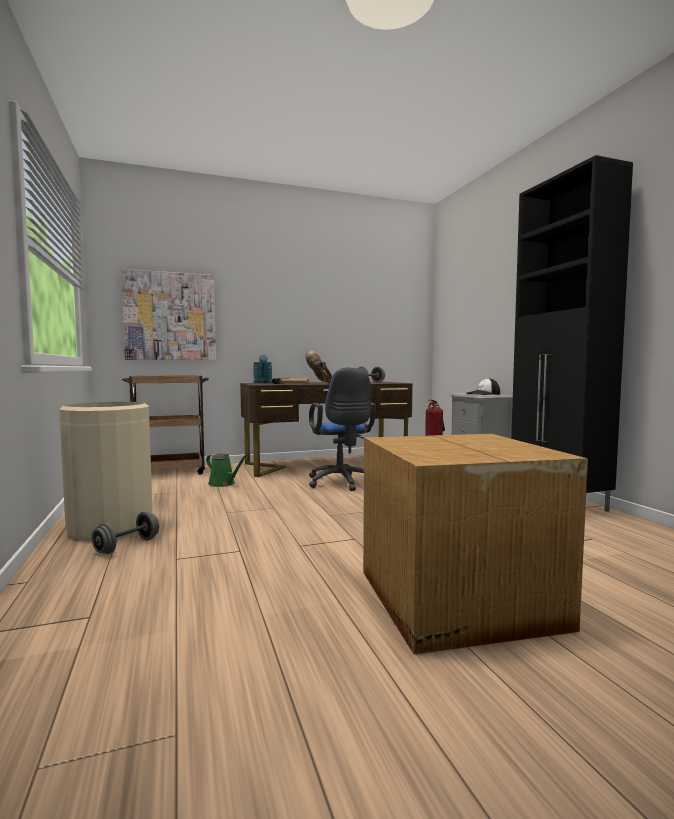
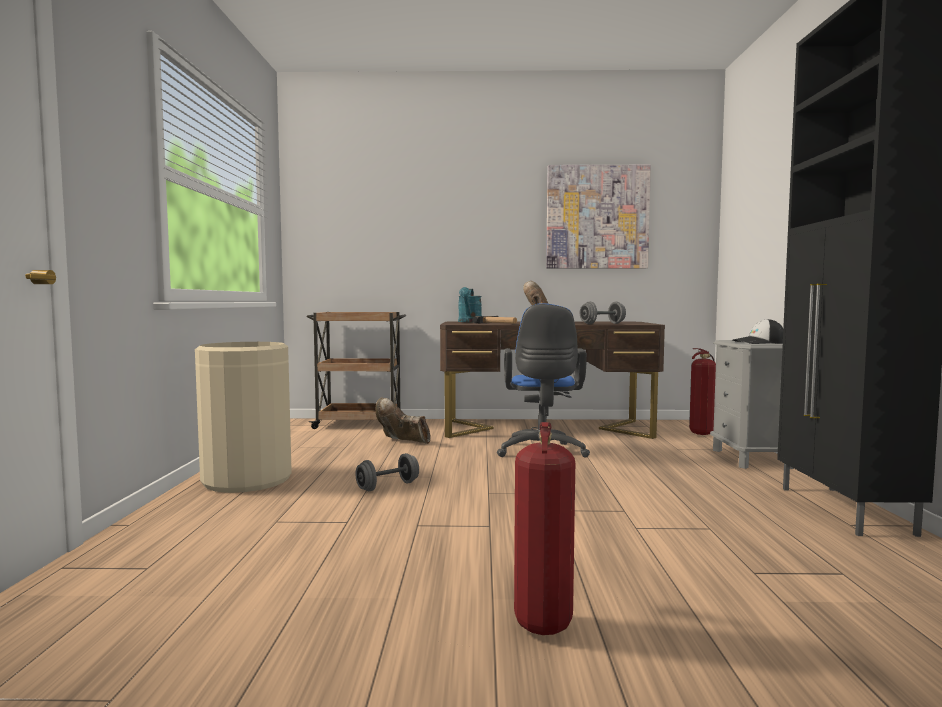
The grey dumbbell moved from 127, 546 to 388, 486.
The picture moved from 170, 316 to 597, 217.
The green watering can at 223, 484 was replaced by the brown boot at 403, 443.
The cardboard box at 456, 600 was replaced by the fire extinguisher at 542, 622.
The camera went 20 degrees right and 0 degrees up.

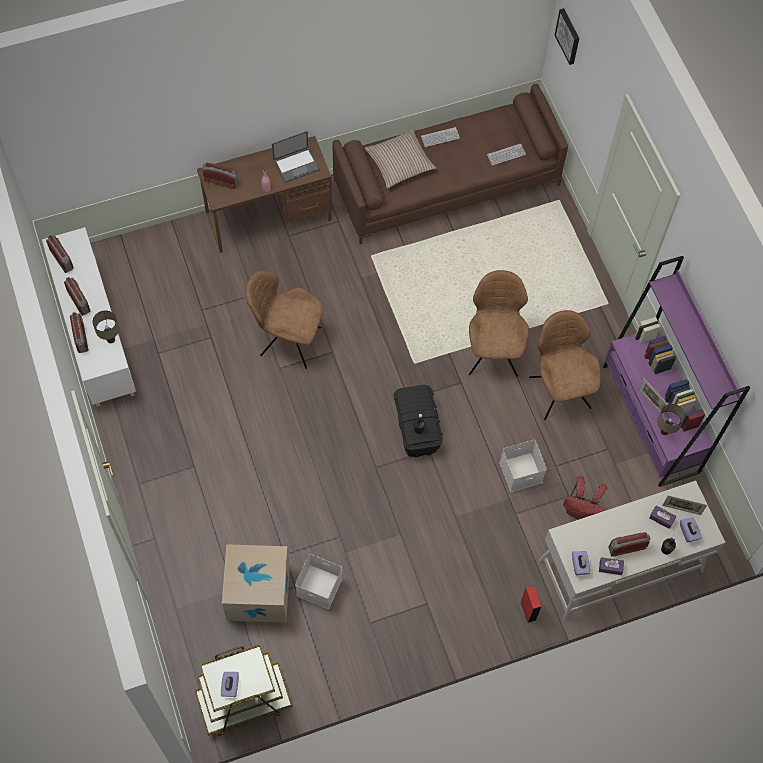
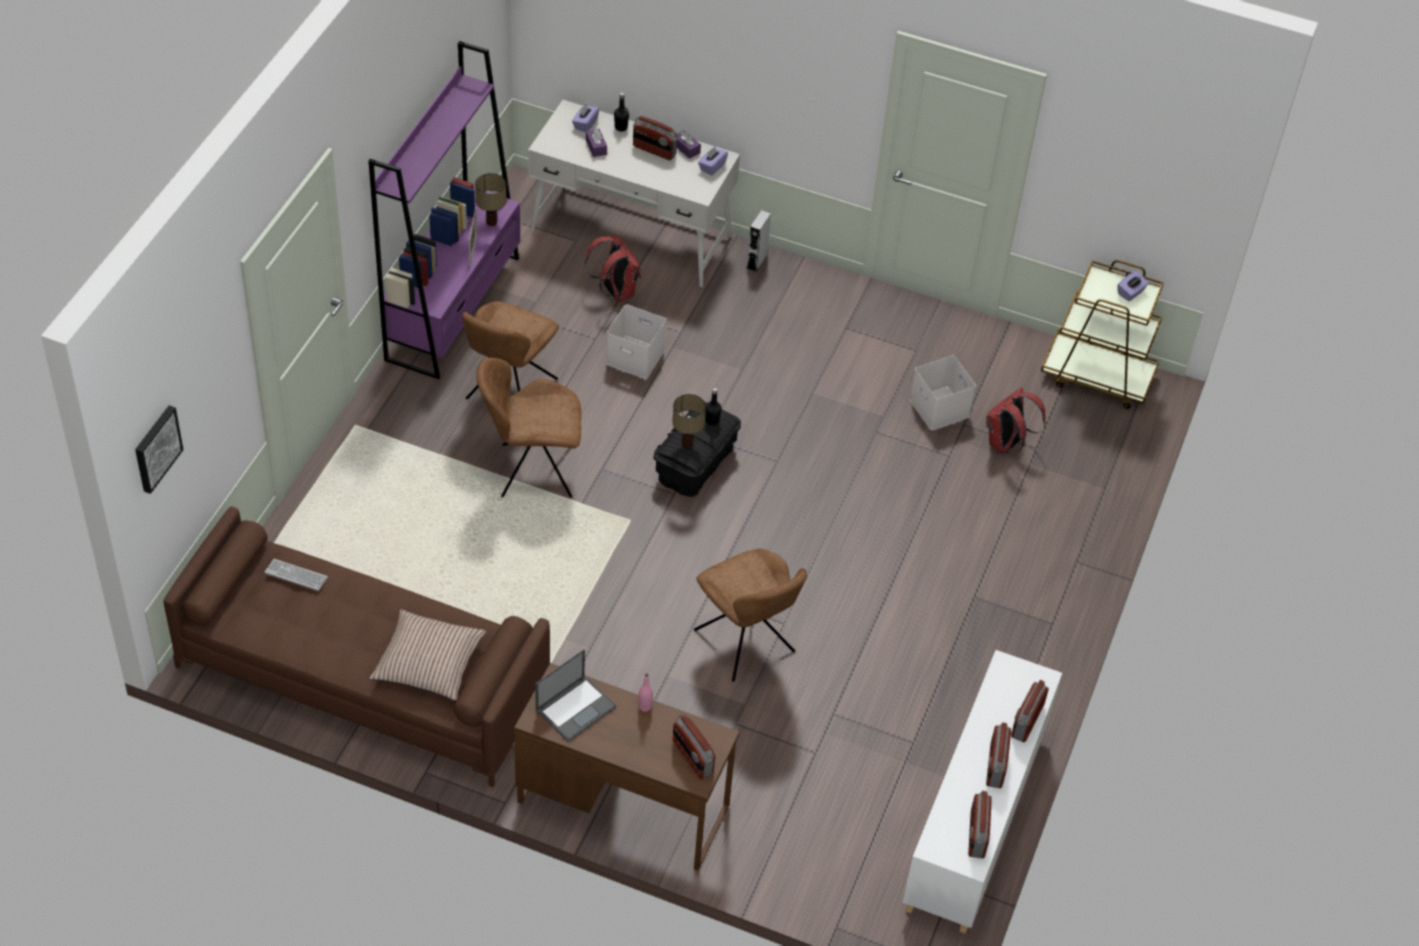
The keyboard at 440, 137 disappeared.
The picture frame at 681, 510 disappeared.
The table lamp moved from 110, 339 to 686, 443.
The cardboard box at 258, 592 was replaced by the red backpack at 1006, 444.
The red speaker at 528, 611 became the grey speaker at 756, 261.
The laptop at 296, 164 turned 120 degrees clockwise.
The brown chair at 493, 351 turned 45 degrees clockwise.
The camera went 140 degrees left and 15 degrees down.

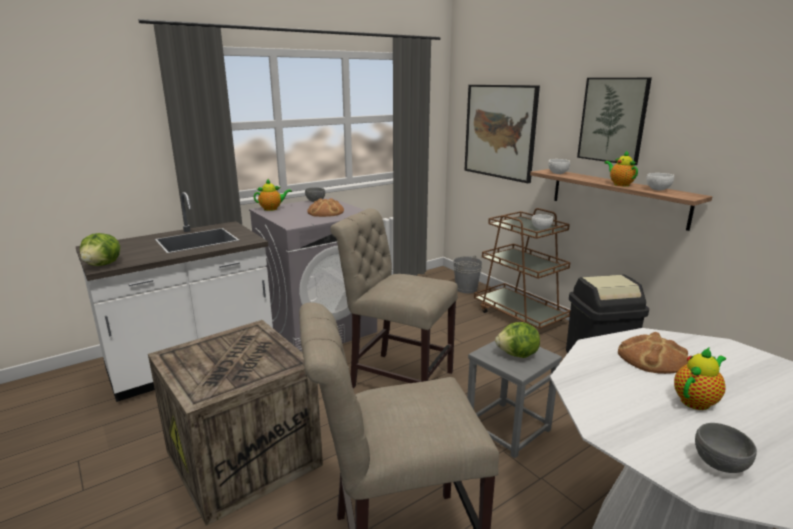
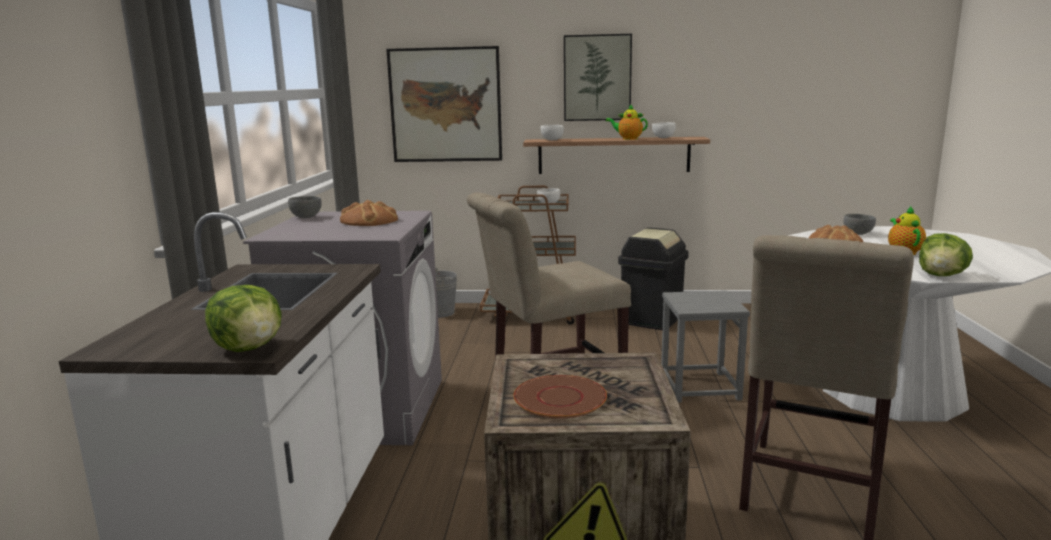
The teapot at 272, 209 disappeared.
The brown plate at 560, 398 appeared.
The lettuce moved from 517, 355 to 941, 276.
The grey bowl moved from 719, 464 to 857, 234.
The camera went 50 degrees left and 5 degrees down.

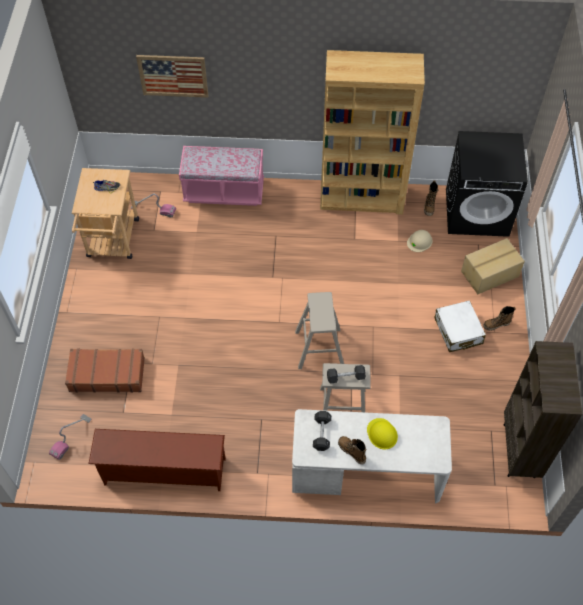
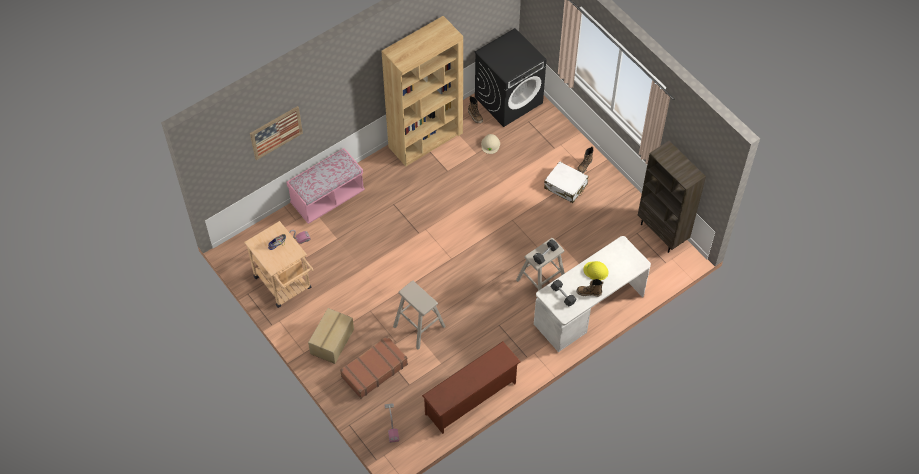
The beige stool moved from 319, 348 to 419, 326.
The cardboard box moved from 490, 274 to 332, 341.
The camera went 40 degrees left and 0 degrees up.

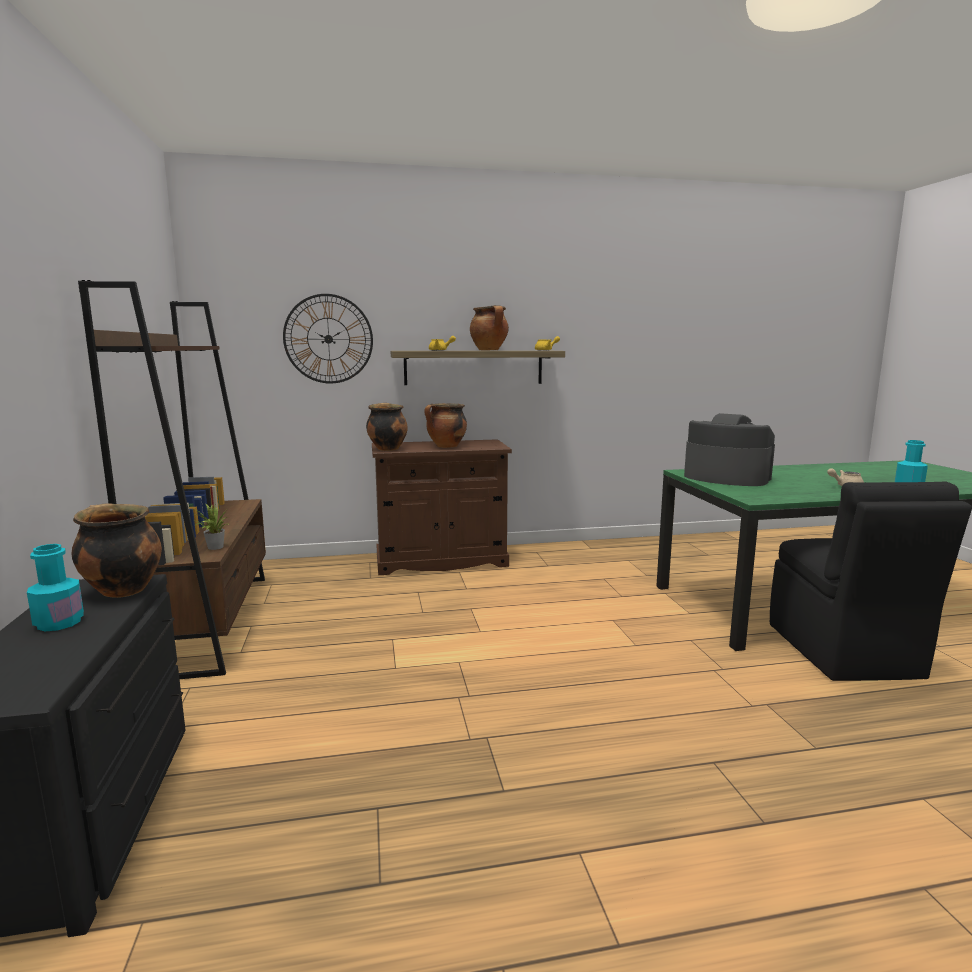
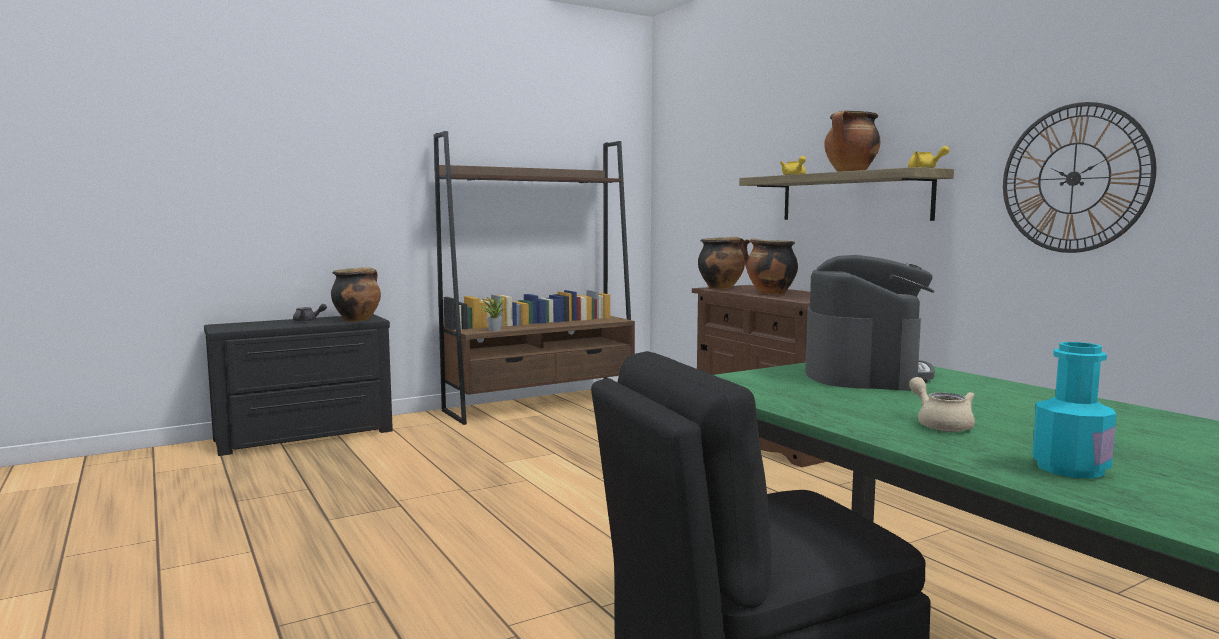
The wall clock moved from 328, 339 to 1073, 178.
The turquoise bottle at 59, 623 was replaced by the grey teapot at 308, 321.
The camera went 70 degrees right and 5 degrees down.

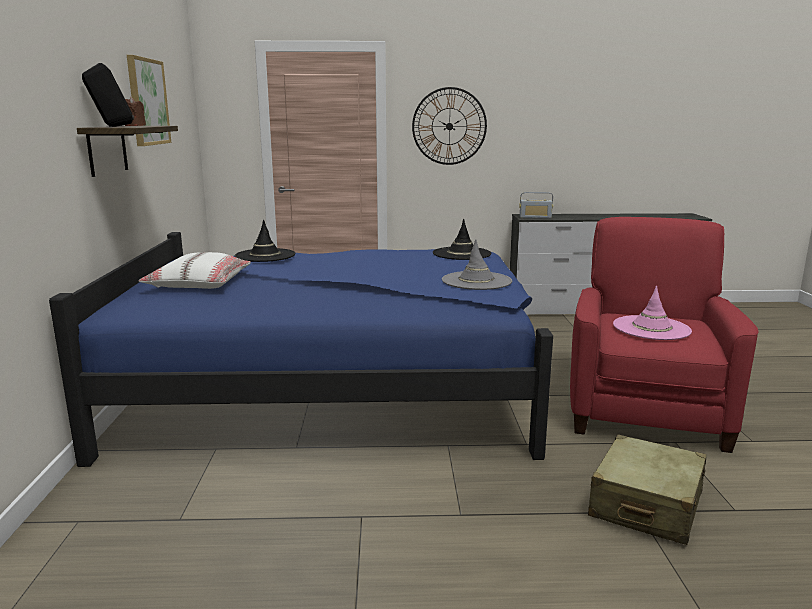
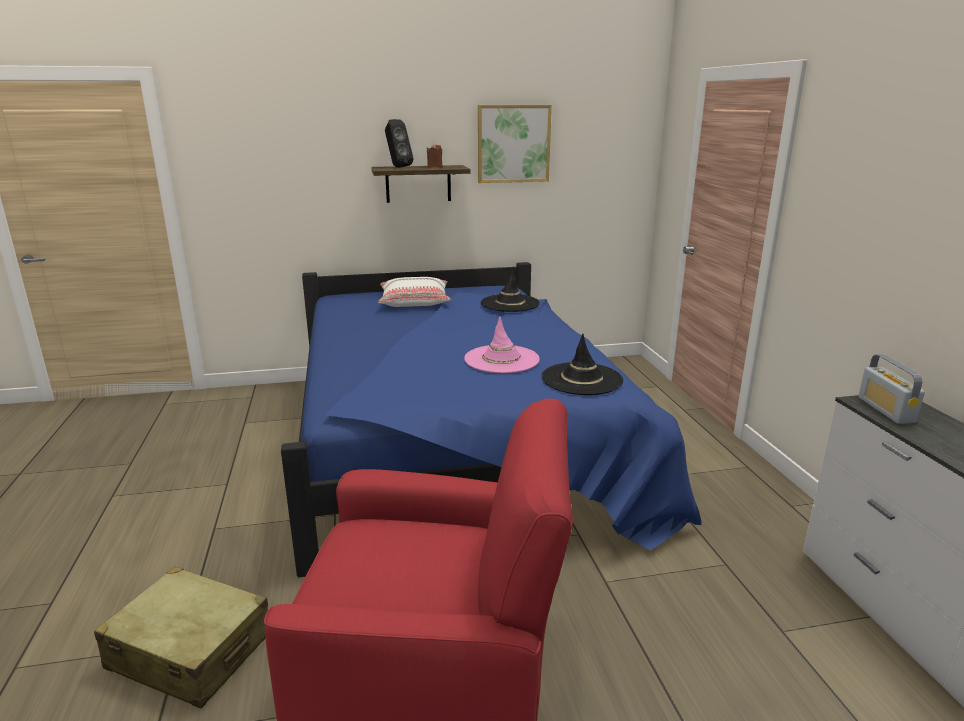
The wall clock at 449, 126 disappeared.
The grey hat at 476, 281 disappeared.
The pink hat moved from 651, 328 to 501, 359.
The camera went 80 degrees right and 5 degrees up.

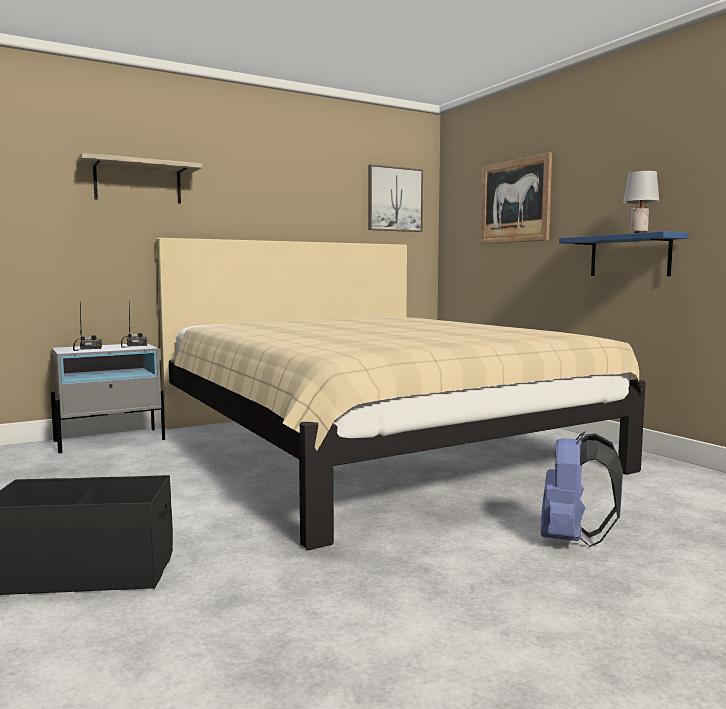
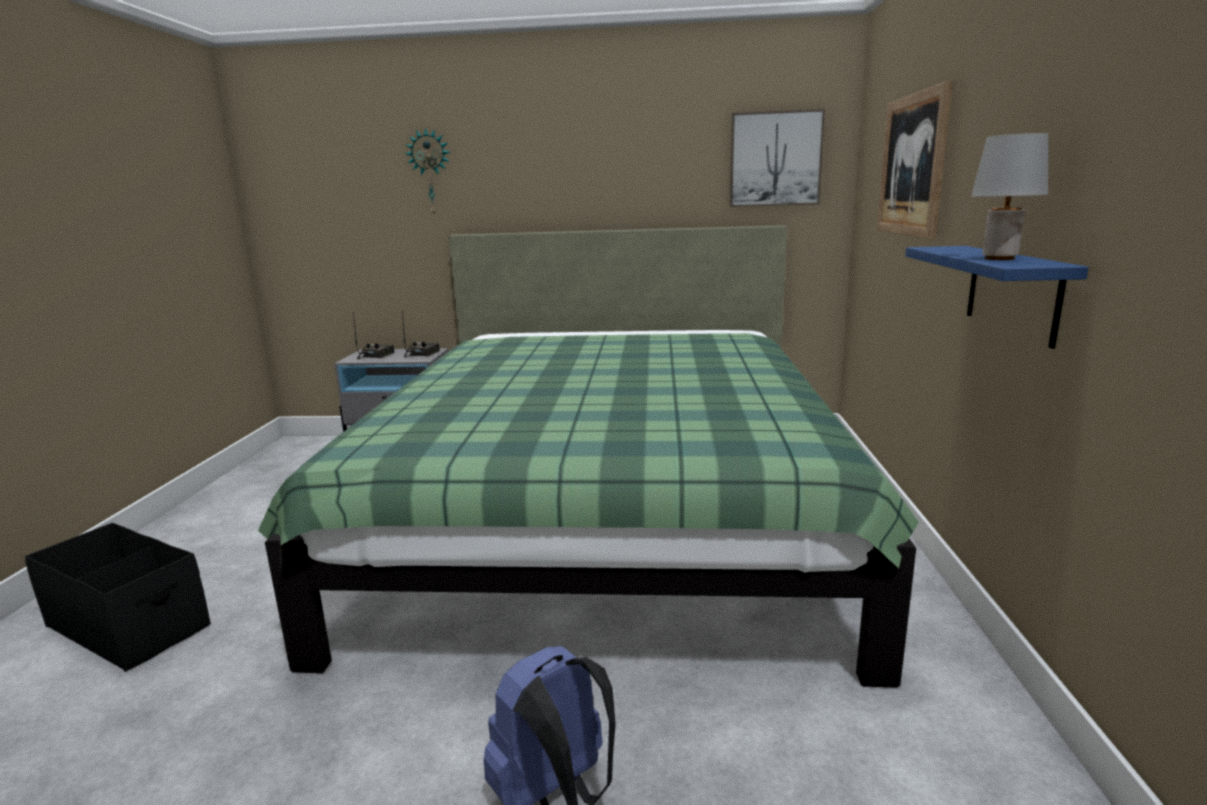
The shelf at 138, 182 was replaced by the wall clock at 430, 172.
The beige bed at 372, 447 became the green bed at 605, 518.
The camera went 35 degrees right and 10 degrees up.

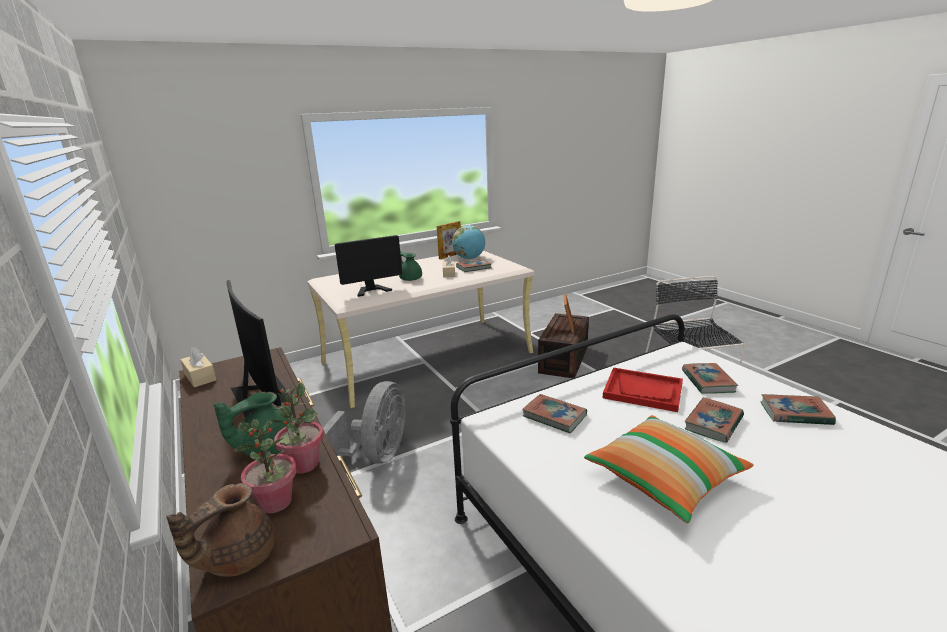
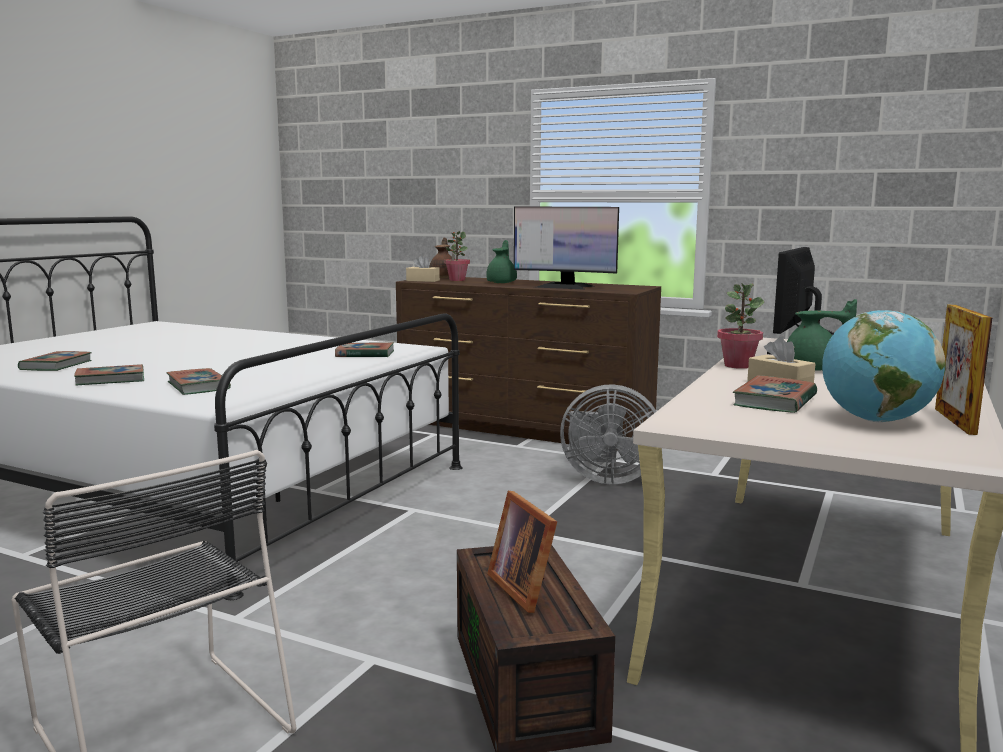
The pillow at 664, 479 disappeared.
The red tray at 643, 391 disappeared.
The beige tissue box moved from 200, 377 to 423, 280.
The potted plant moved from 304, 464 to 738, 366.
The book moved from 713, 423 to 56, 365.
The grey fan at 377, 455 turned 60 degrees counterclockwise.
The camera went 145 degrees right and 10 degrees down.

